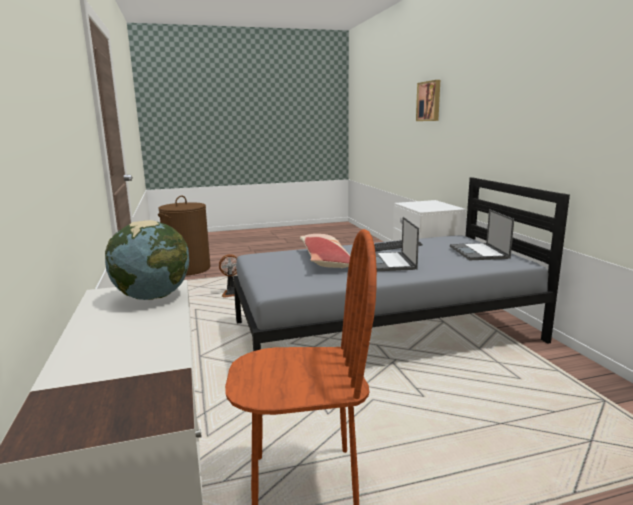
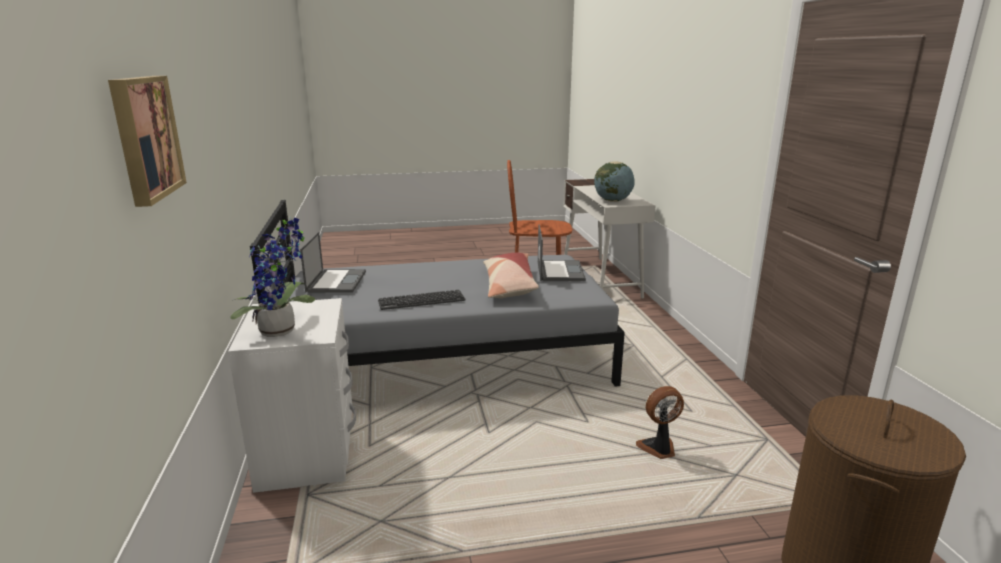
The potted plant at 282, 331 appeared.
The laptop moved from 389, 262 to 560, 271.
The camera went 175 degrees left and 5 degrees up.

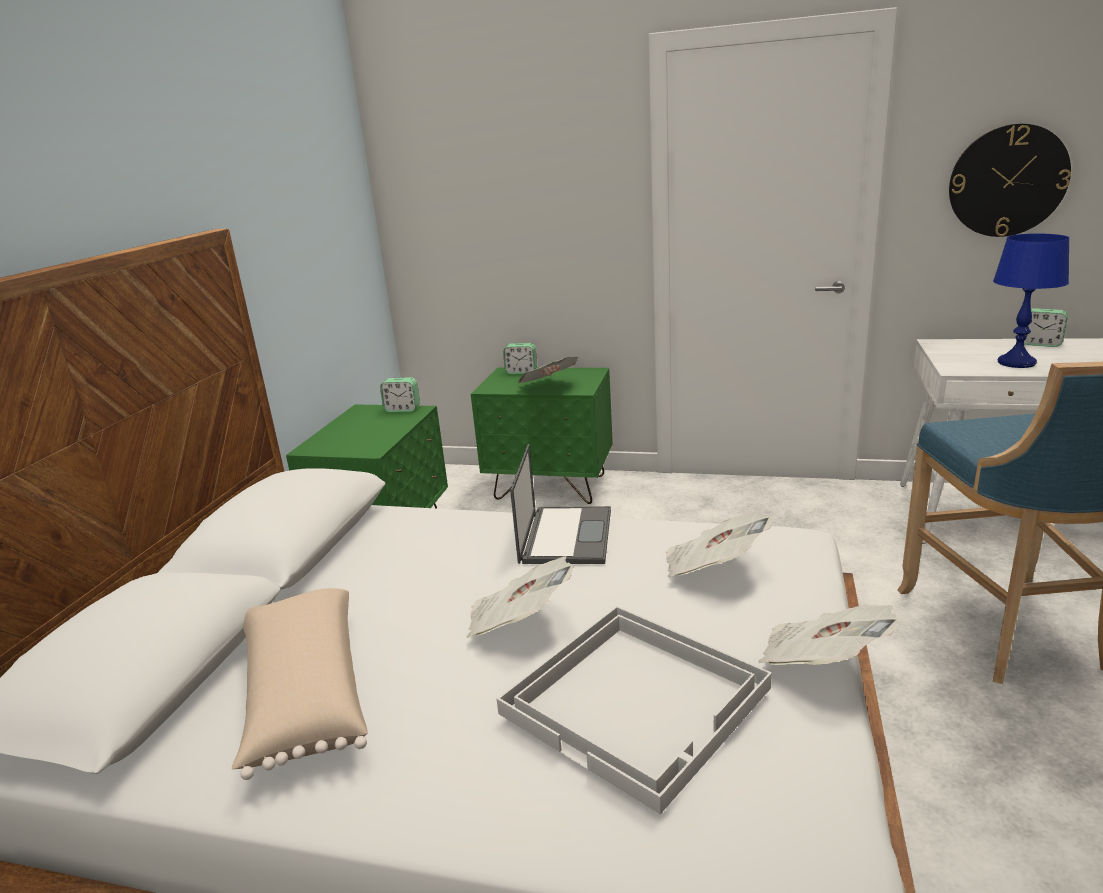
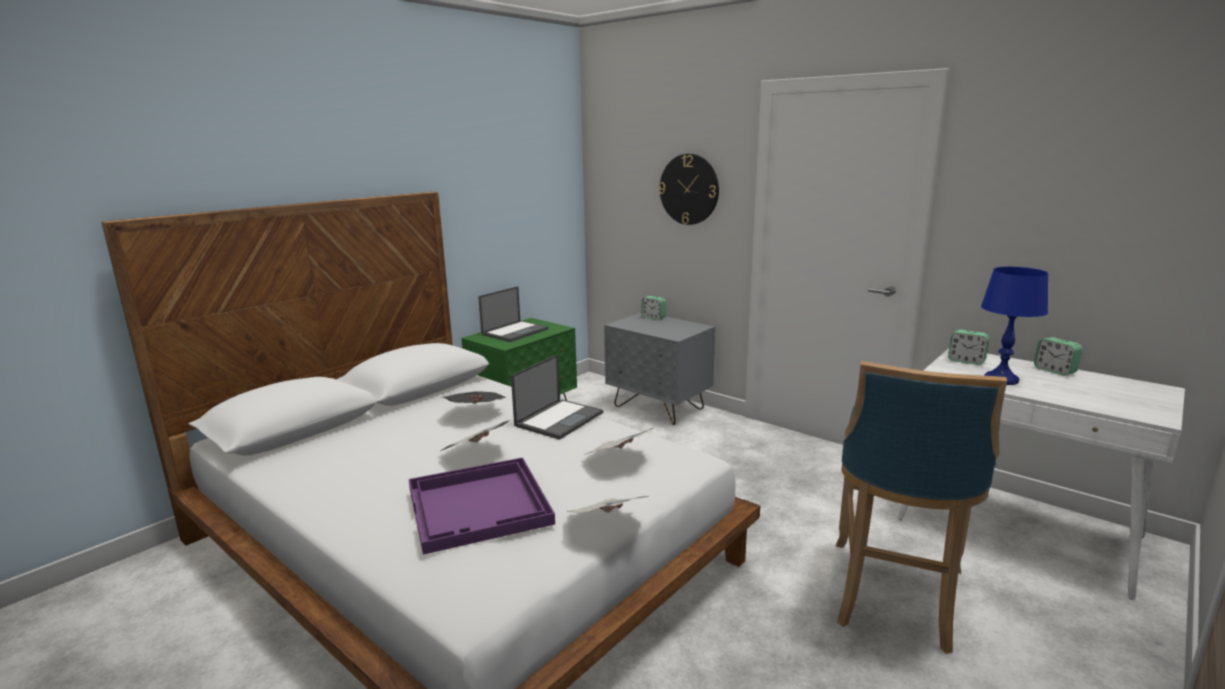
The beige pillow at 303, 695 disappeared.
The laptop at 515, 331 appeared.
The alarm clock moved from 402, 409 to 966, 361.
The newspaper moved from 548, 387 to 476, 413.
The wall clock moved from 1007, 181 to 689, 189.
The green nightstand at 551, 487 became the grey nightstand at 659, 408.
The white tray at 638, 700 became the purple tray at 480, 506.
The camera went 25 degrees right and 5 degrees down.

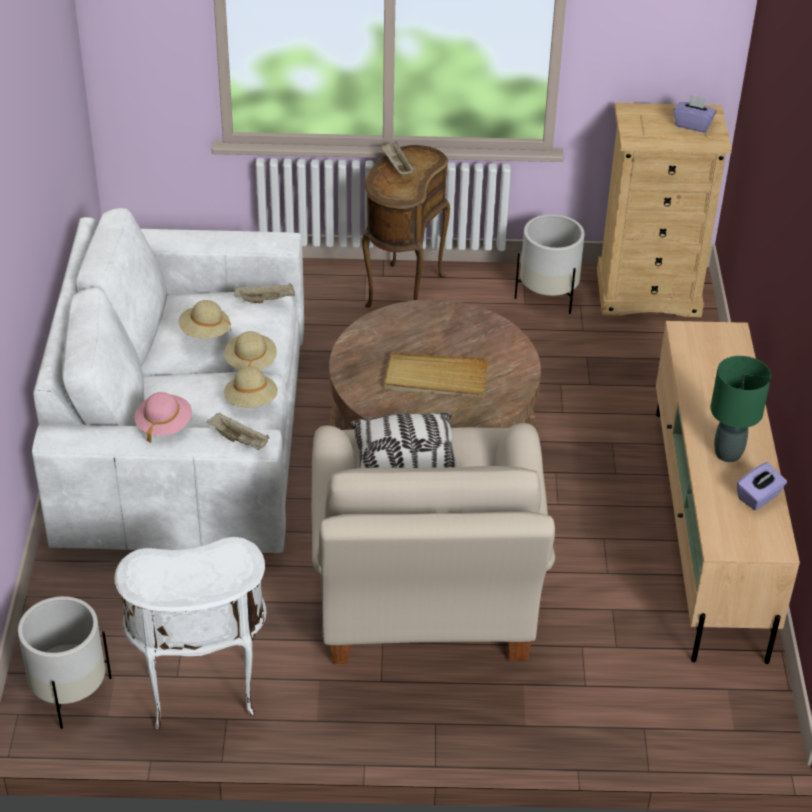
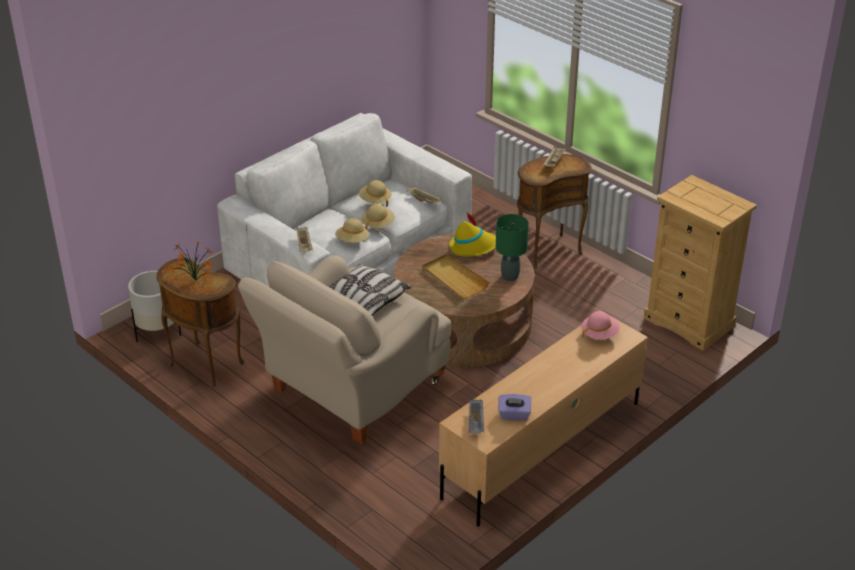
The white planter at 548, 296 disappeared.
The purple tissue box at 693, 125 disappeared.
The potted plant at 196, 281 appeared.
The yellow hat at 473, 247 appeared.
The grey tray at 476, 423 appeared.
The pink hat moved from 164, 425 to 599, 334.
The green table lamp moved from 728, 454 to 510, 277.
The white side table at 202, 696 became the brown side table at 204, 366.
The camera went 45 degrees right and 5 degrees down.

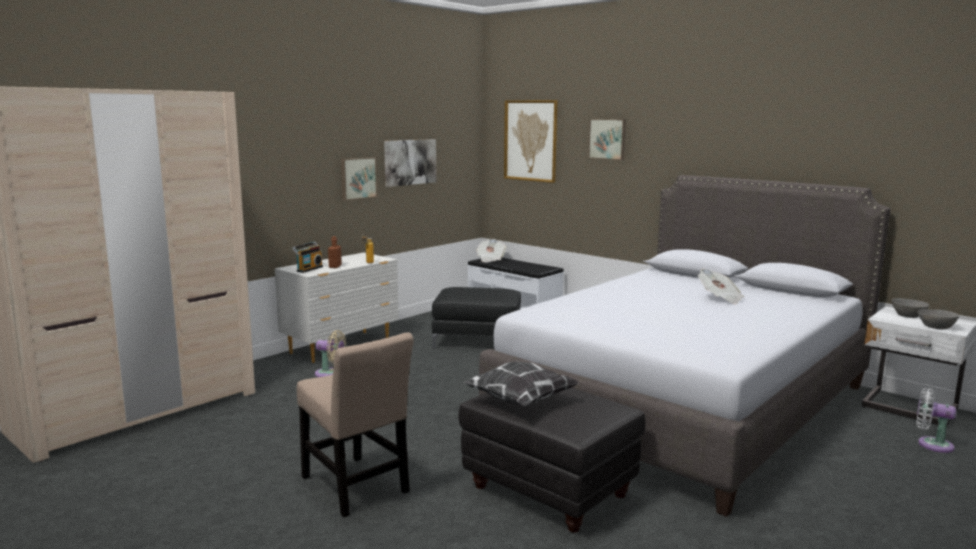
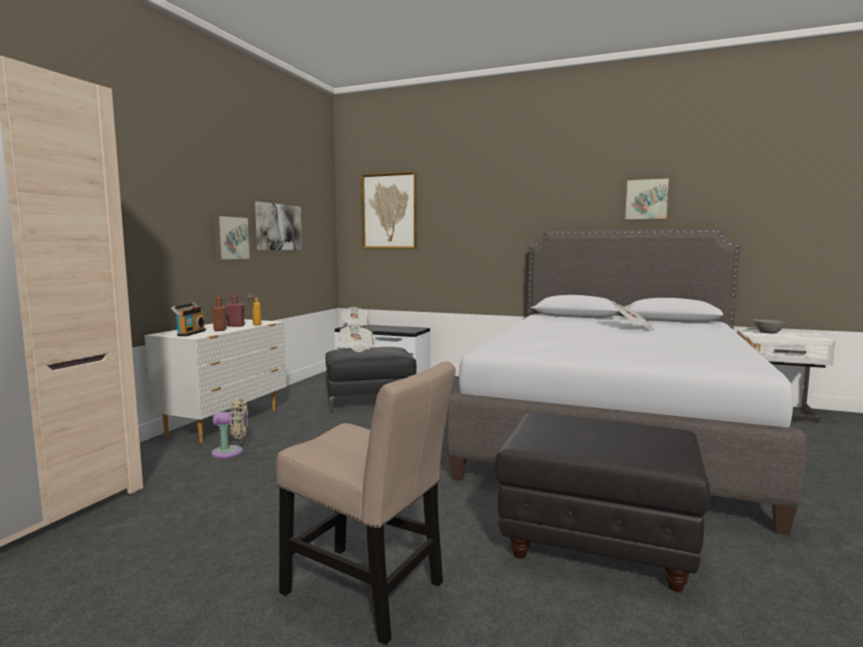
The pillow at 520, 400 disappeared.
The white fan at 931, 444 disappeared.
The grey bowl at 936, 327 disappeared.
The red bottle at 235, 326 appeared.
The newspaper at 357, 348 appeared.
The picture moved from 607, 139 to 646, 199.
The camera went 20 degrees left and 5 degrees down.

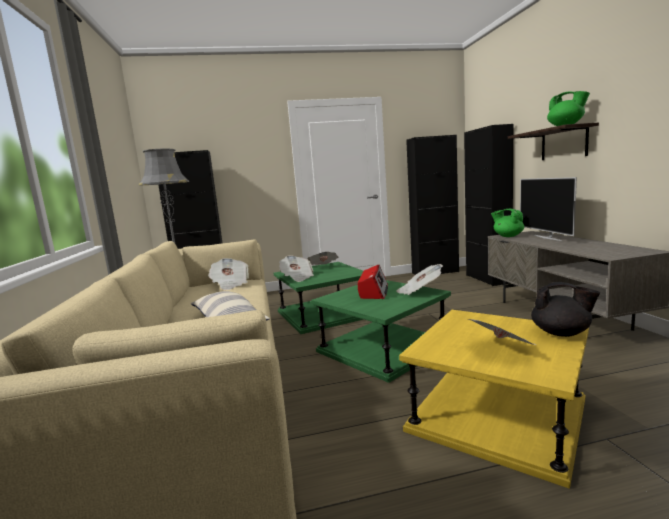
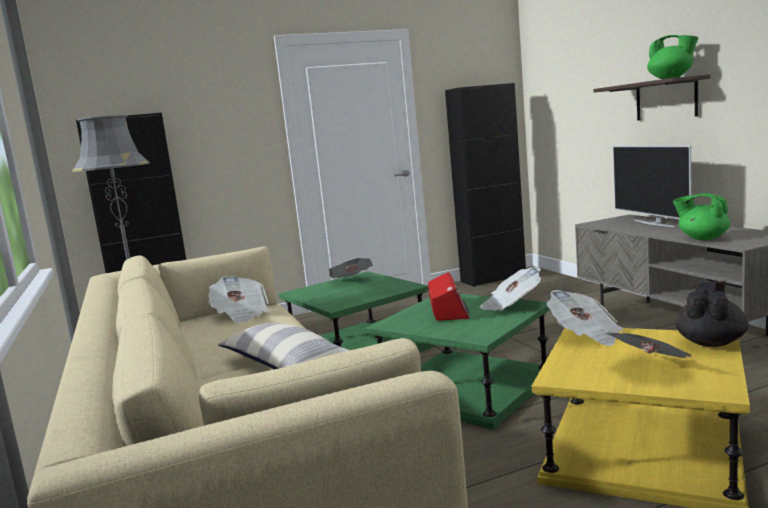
The black cabinet at 488, 279 disappeared.
The newspaper moved from 297, 277 to 586, 336.
The green teapot moved from 507, 236 to 702, 238.
The black teapot at 561, 333 turned 75 degrees counterclockwise.
The camera went 10 degrees left and 0 degrees up.

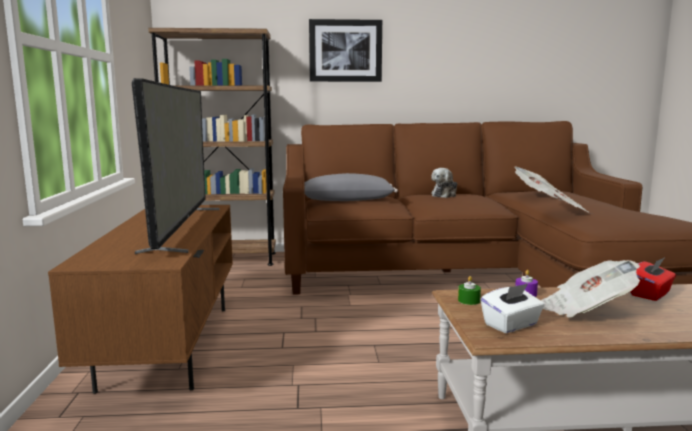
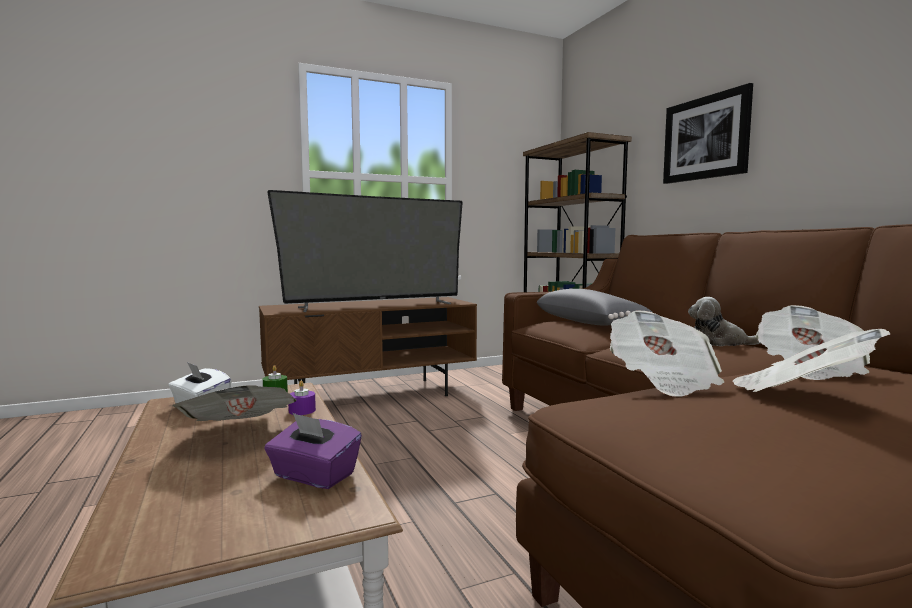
The newspaper at 800, 394 appeared.
The red tissue box at 650, 294 became the purple tissue box at 314, 476.
The camera went 70 degrees right and 5 degrees down.

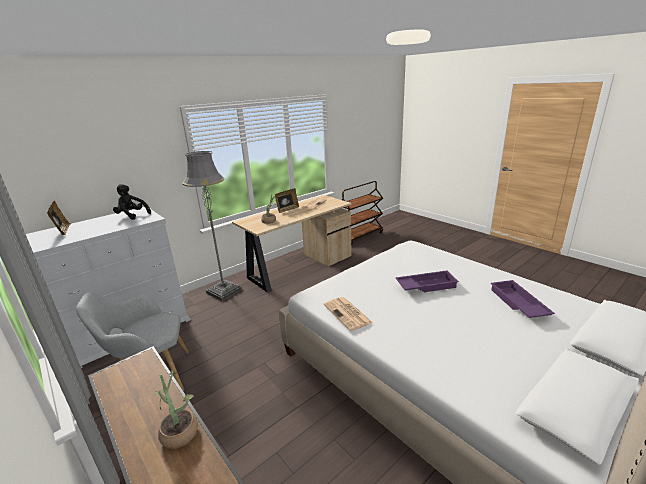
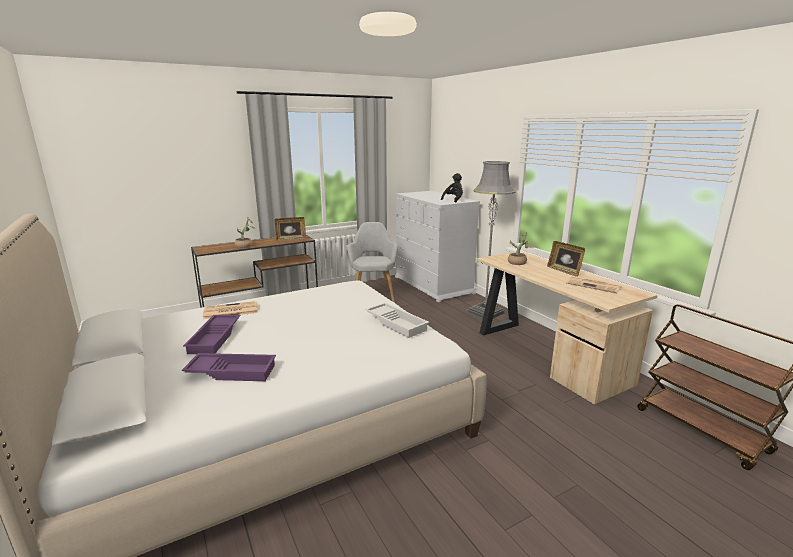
The white tray at 397, 323 appeared.
The picture frame moved from 63, 231 to 291, 239.
The newspaper moved from 348, 314 to 230, 311.
The purple tray moved from 426, 285 to 216, 338.
The camera went 100 degrees right and 5 degrees down.

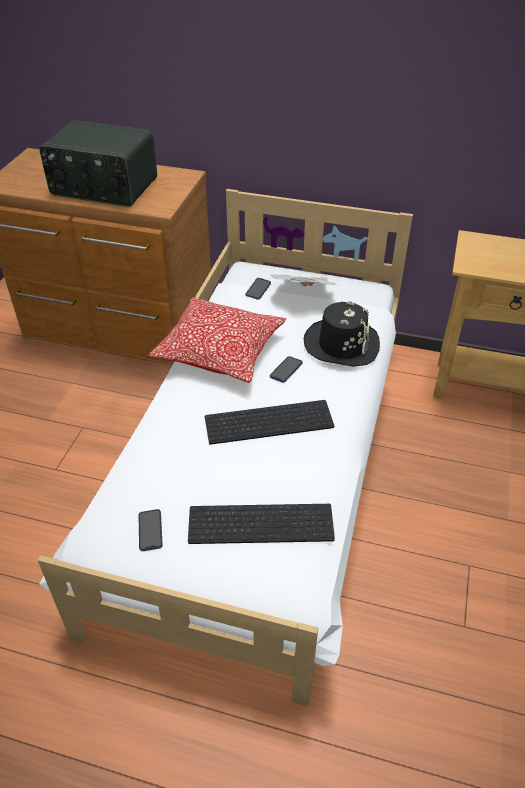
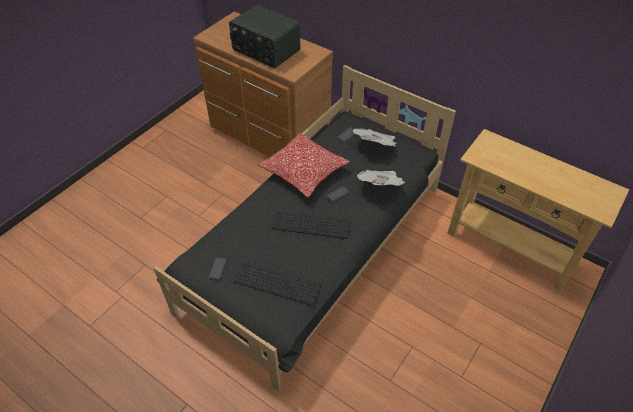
The black hat at 341, 344 was replaced by the newspaper at 380, 186.
The white bed at 262, 467 became the black bed at 315, 248.
The camera went 20 degrees right and 5 degrees up.

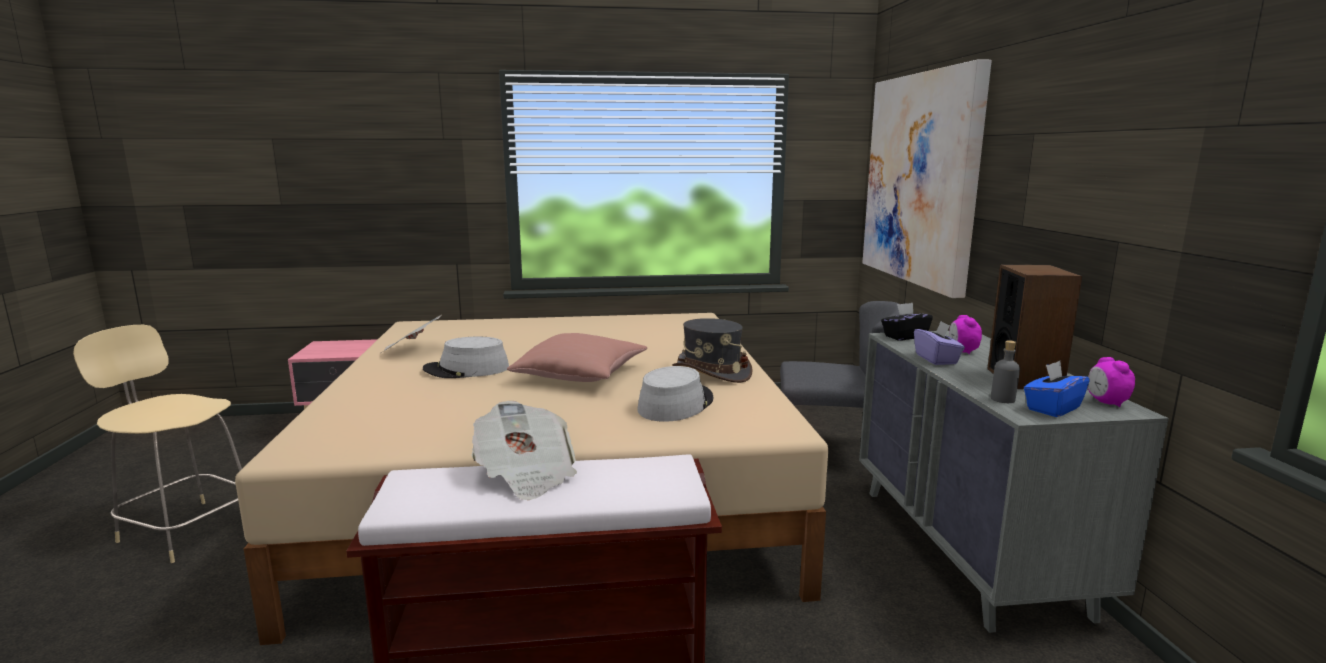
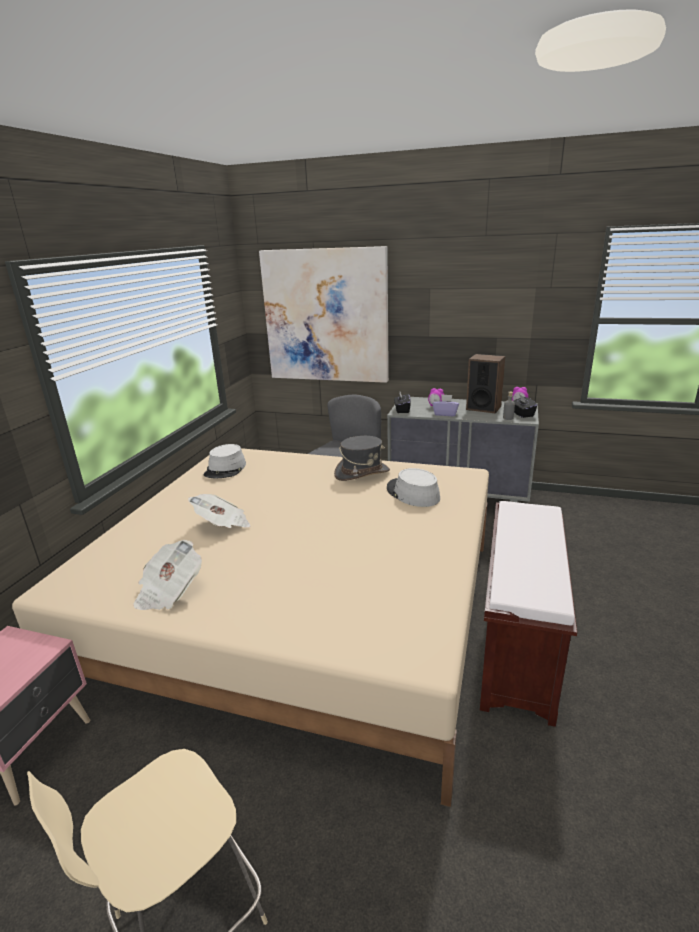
The pink pillow at 580, 375 disappeared.
The grey hat moved from 466, 369 to 225, 469.
The newspaper moved from 526, 475 to 223, 524.
The blue tissue box at 1052, 408 became the black tissue box at 522, 414.
The camera went 65 degrees left and 10 degrees up.

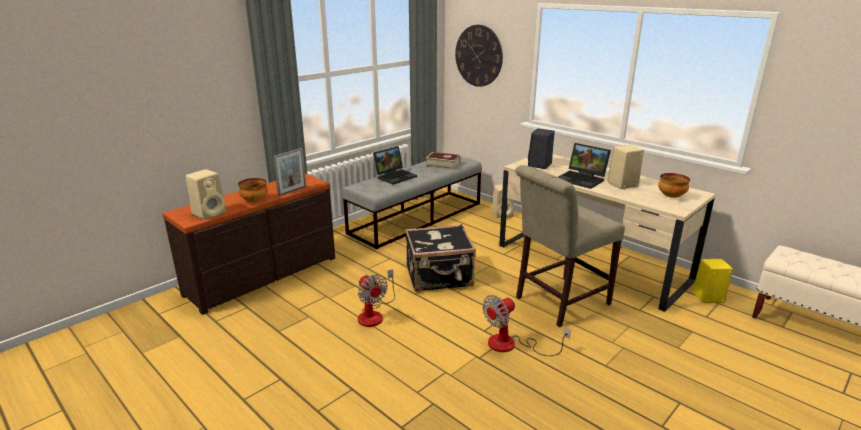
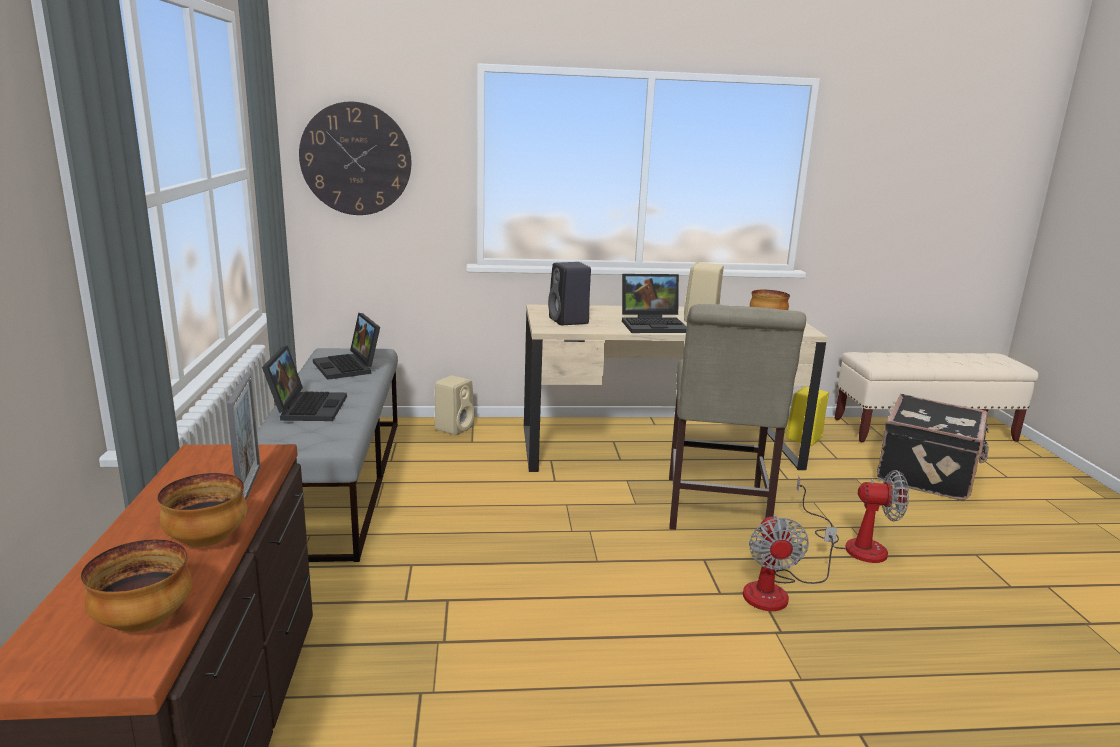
The fan moved from 374, 314 to 853, 544.
The black suitcase moved from 439, 277 to 928, 475.
The beige speaker at 210, 213 was replaced by the bowl at 144, 621.
The book at 443, 165 was replaced by the laptop at 349, 367.
The camera went 50 degrees left and 5 degrees down.

